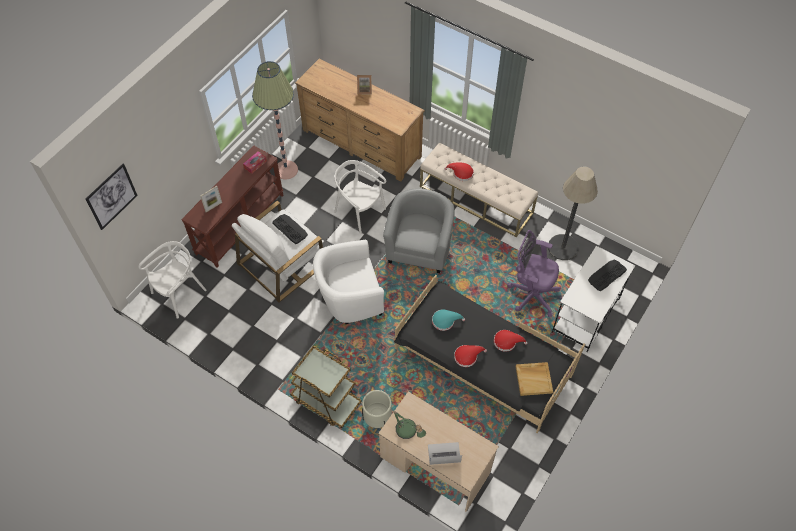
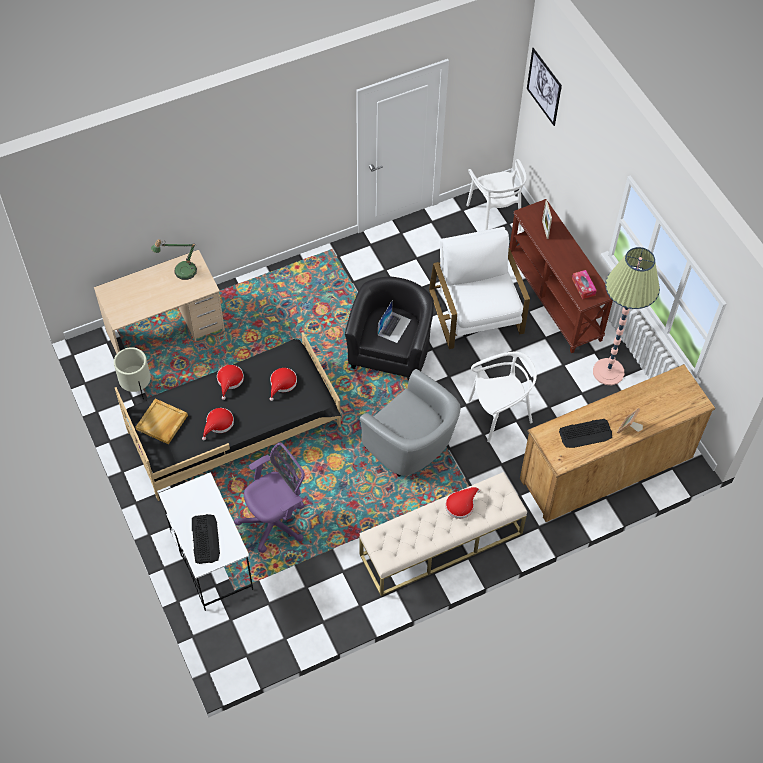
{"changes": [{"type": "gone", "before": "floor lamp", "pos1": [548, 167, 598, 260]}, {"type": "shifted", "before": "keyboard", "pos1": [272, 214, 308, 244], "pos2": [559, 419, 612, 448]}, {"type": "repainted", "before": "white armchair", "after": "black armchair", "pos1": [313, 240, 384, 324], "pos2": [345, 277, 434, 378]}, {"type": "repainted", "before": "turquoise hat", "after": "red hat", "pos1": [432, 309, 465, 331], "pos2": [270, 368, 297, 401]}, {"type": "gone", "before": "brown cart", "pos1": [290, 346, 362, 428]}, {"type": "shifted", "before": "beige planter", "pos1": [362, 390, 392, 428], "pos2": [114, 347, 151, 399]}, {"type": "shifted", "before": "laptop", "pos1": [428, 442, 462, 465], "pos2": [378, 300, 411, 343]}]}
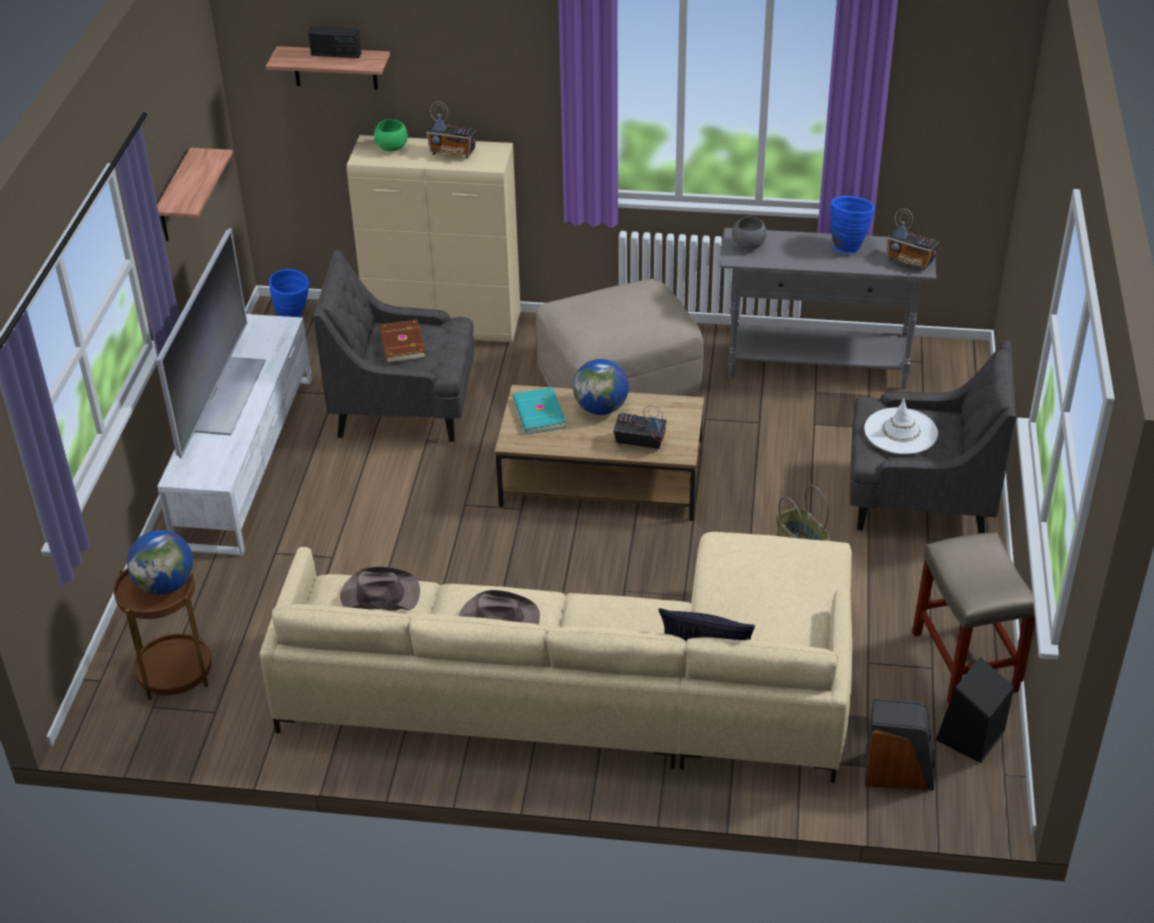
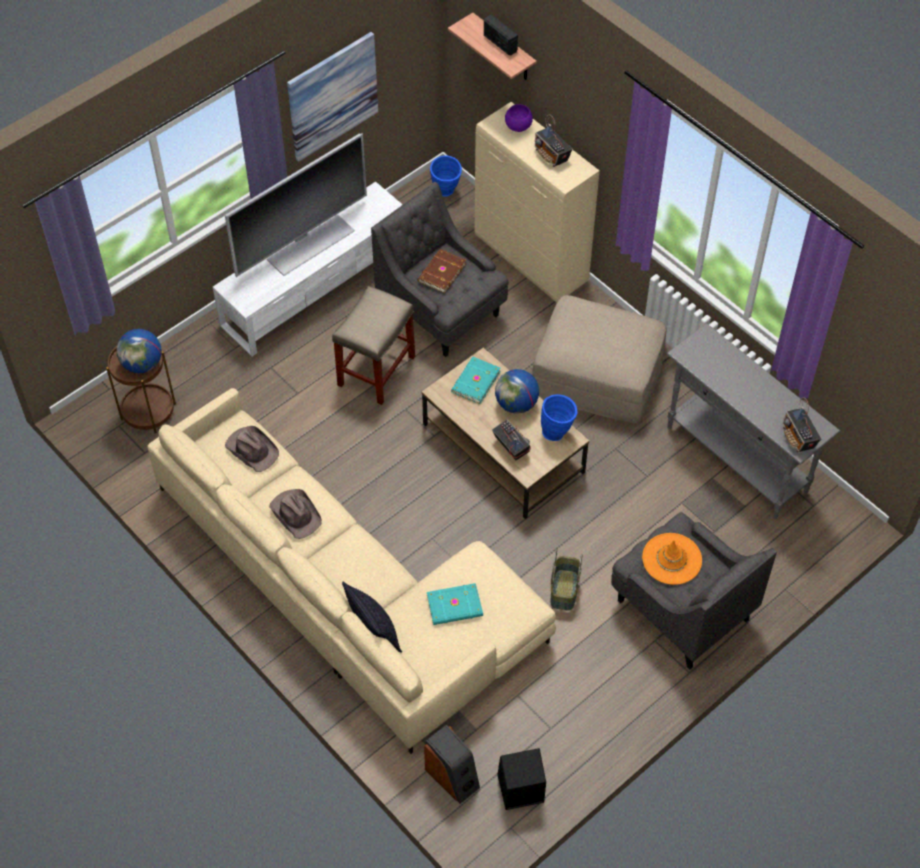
{"changes": [{"type": "repainted", "before": "green bowl", "after": "purple bowl", "pos1": [374, 119, 408, 151], "pos2": [505, 104, 533, 132]}, {"type": "swapped", "before": "shelf", "after": "picture", "pos1": [157, 148, 232, 241], "pos2": [287, 32, 378, 162]}, {"type": "shifted", "before": "blue vase", "pos1": [831, 196, 875, 254], "pos2": [541, 395, 577, 441]}, {"type": "gone", "before": "grey bowl", "pos1": [732, 217, 767, 250]}, {"type": "repainted", "before": "white hat", "after": "orange hat", "pos1": [864, 398, 938, 454], "pos2": [642, 533, 702, 585]}, {"type": "shifted", "before": "beige stool", "pos1": [912, 532, 1035, 703], "pos2": [332, 286, 415, 405]}, {"type": "new", "after": "turquoise book", "pos2": [427, 583, 483, 625]}]}
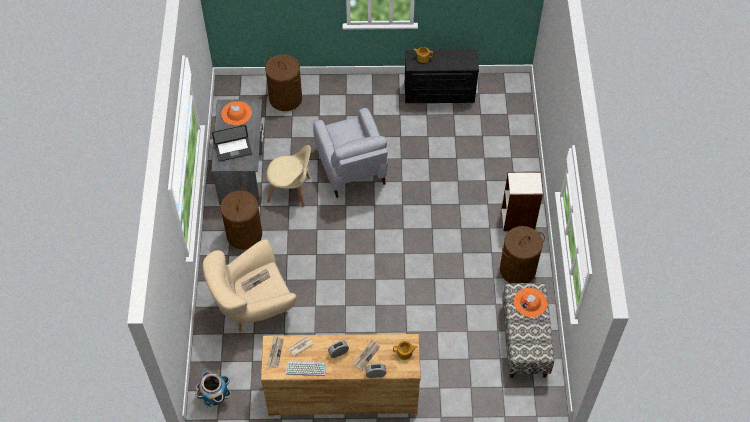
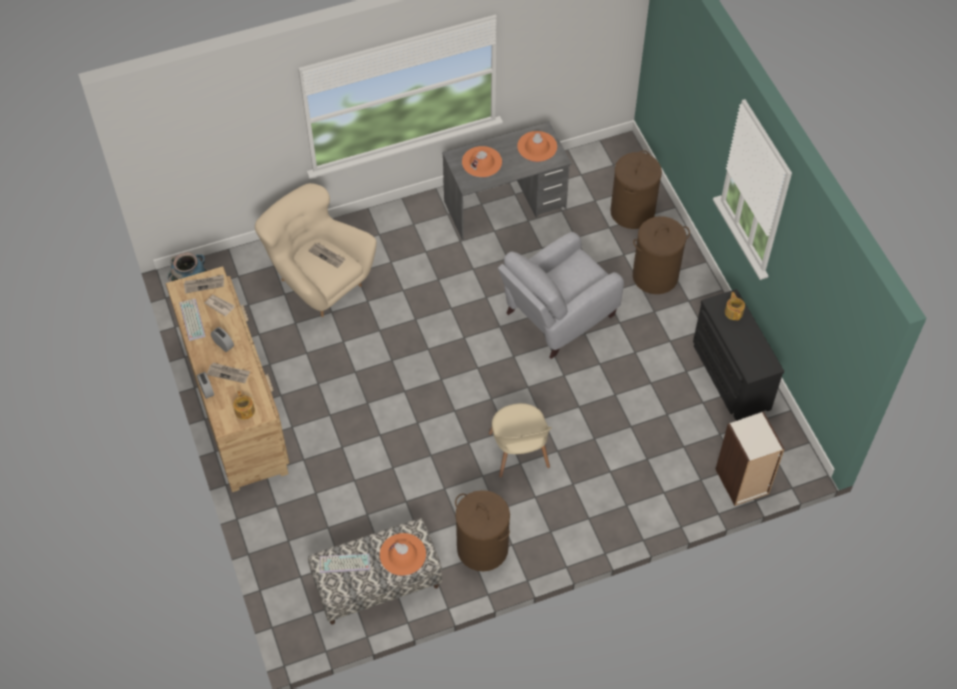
{"changes": [{"type": "swapped", "before": "laptop", "after": "orange hat", "pos1": [212, 125, 252, 162], "pos2": [462, 146, 502, 177]}, {"type": "shifted", "before": "beige chair", "pos1": [267, 145, 311, 207], "pos2": [489, 403, 552, 478]}, {"type": "shifted", "before": "bookcase", "pos1": [502, 171, 543, 231], "pos2": [715, 412, 784, 506]}, {"type": "shifted", "before": "brown laundry basket", "pos1": [220, 188, 262, 250], "pos2": [633, 216, 690, 294]}, {"type": "new", "after": "keyboard", "pos2": [320, 553, 370, 573]}]}
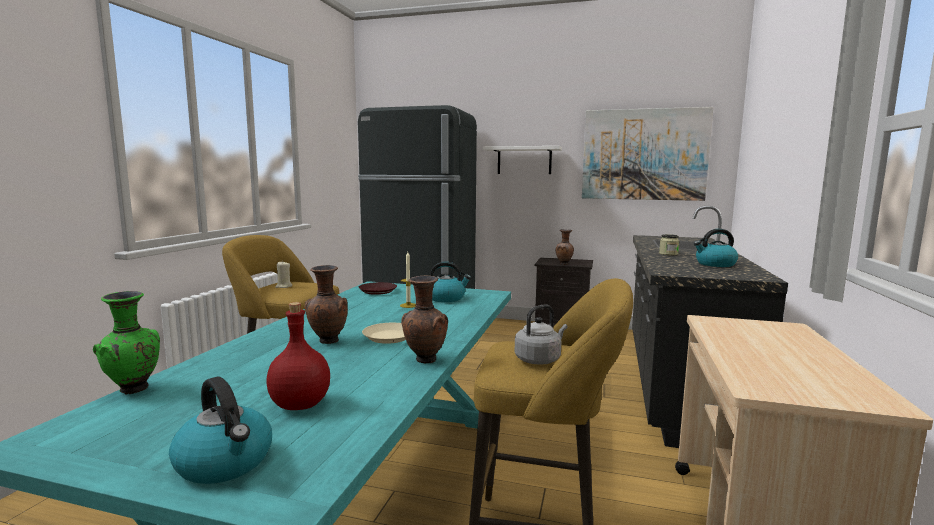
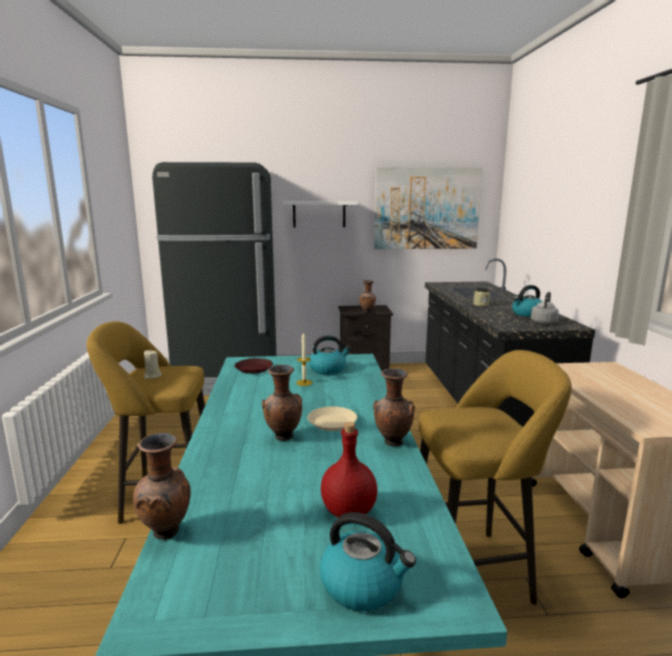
{"changes": [{"type": "repainted", "before": "green vase", "after": "brown vase", "pos1": [93, 291, 160, 395], "pos2": [133, 433, 191, 540]}, {"type": "shifted", "before": "grey kettle", "pos1": [515, 304, 567, 365], "pos2": [531, 292, 559, 324]}]}
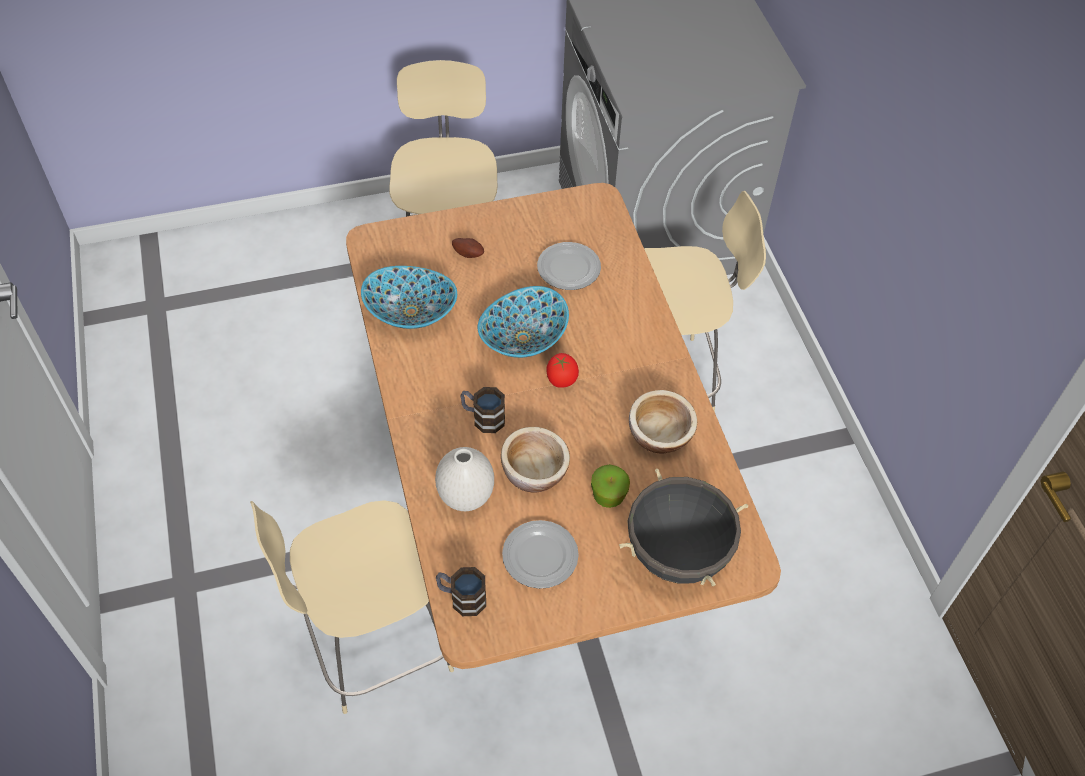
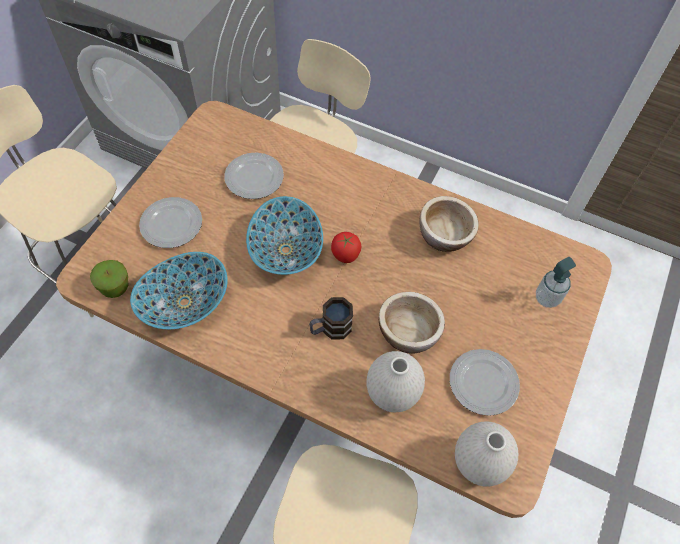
{"changes": [{"type": "swapped", "before": "potato", "after": "plate", "pos1": [452, 238, 484, 258], "pos2": [139, 197, 202, 248]}, {"type": "shifted", "before": "apple", "pos1": [591, 464, 630, 508], "pos2": [90, 260, 129, 298]}, {"type": "swapped", "before": "black cooking pot", "after": "soap dispenser", "pos1": [619, 469, 748, 586], "pos2": [536, 257, 576, 308]}, {"type": "swapped", "before": "mug", "after": "white vase", "pos1": [436, 567, 486, 616], "pos2": [455, 421, 518, 487]}]}
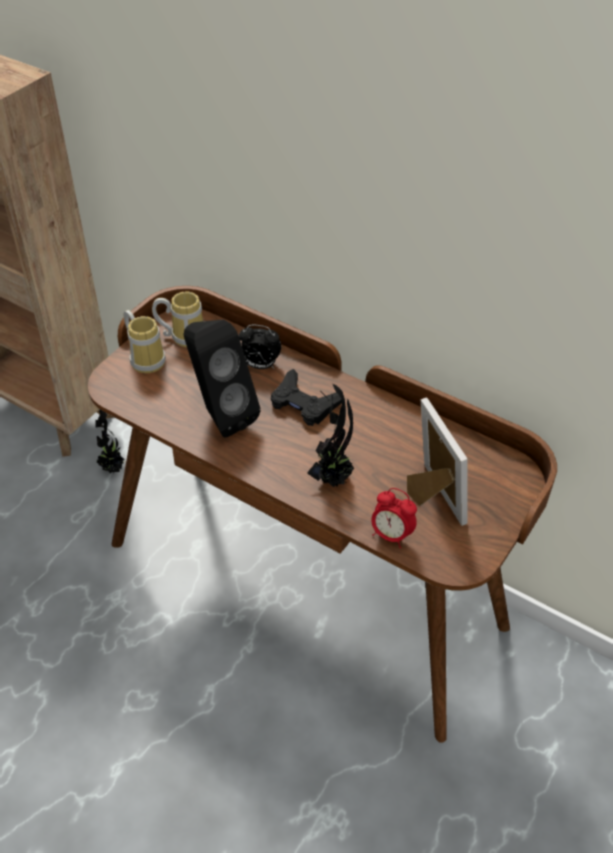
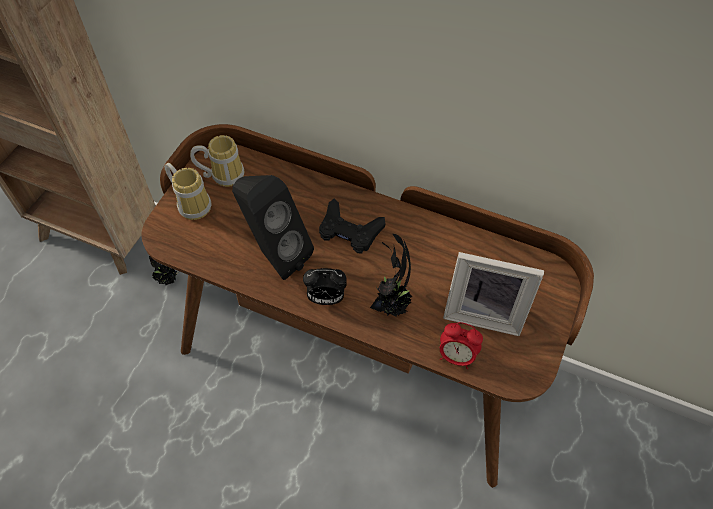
{"changes": [{"type": "shifted", "before": "alarm clock", "pos1": [239, 325, 281, 369], "pos2": [303, 268, 347, 305]}, {"type": "rotated", "before": "picture frame", "pos1": [407, 398, 468, 526], "pos2": [443, 252, 544, 336], "turn": 135}]}
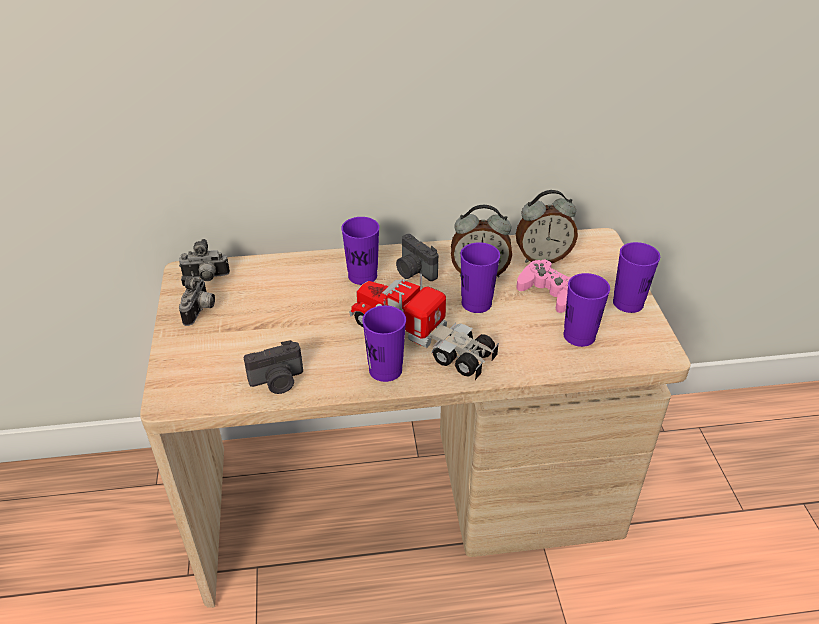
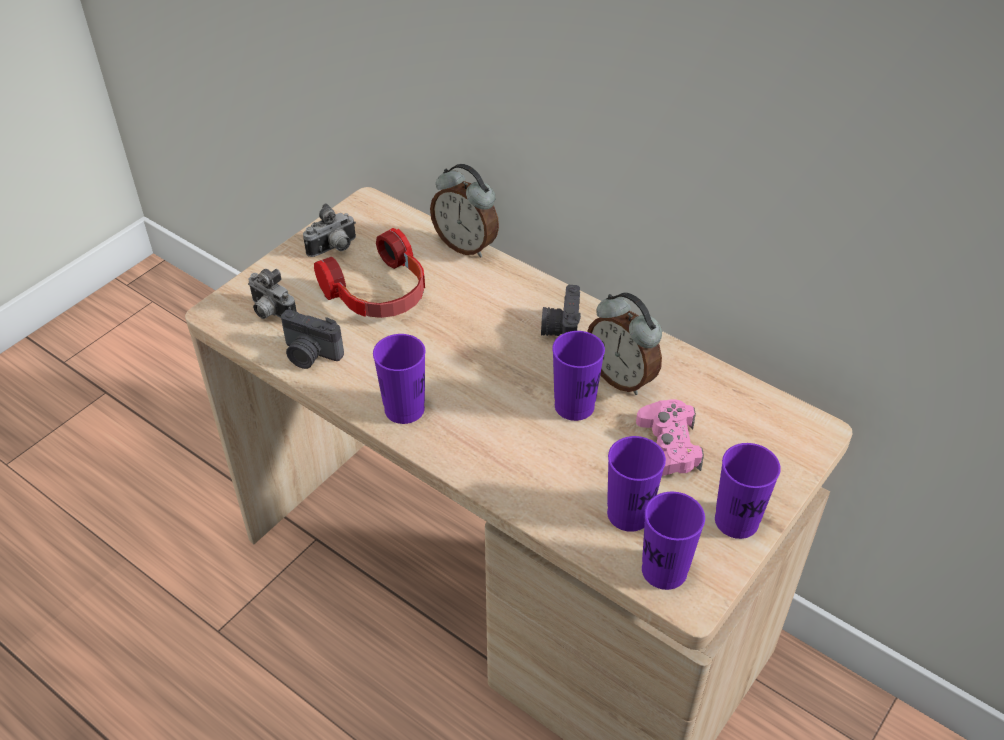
{"changes": [{"type": "shifted", "before": "alarm clock", "pos1": [516, 190, 578, 263], "pos2": [430, 164, 499, 258]}, {"type": "shifted", "before": "purple cup", "pos1": [341, 217, 379, 285], "pos2": [642, 492, 705, 590]}, {"type": "shifted", "before": "photo camera", "pos1": [179, 239, 230, 281], "pos2": [248, 269, 297, 319]}, {"type": "gone", "before": "toy truck", "pos1": [349, 273, 499, 380]}, {"type": "new", "after": "headphones", "pos2": [314, 228, 425, 318]}]}
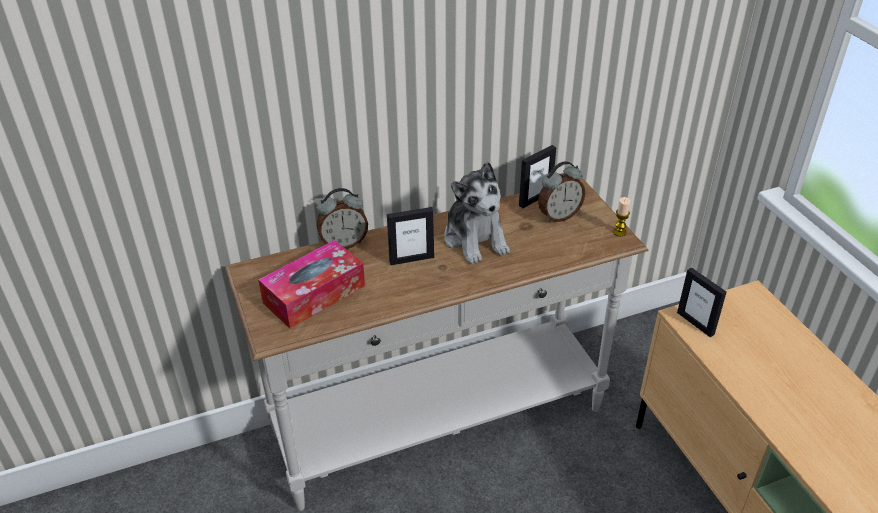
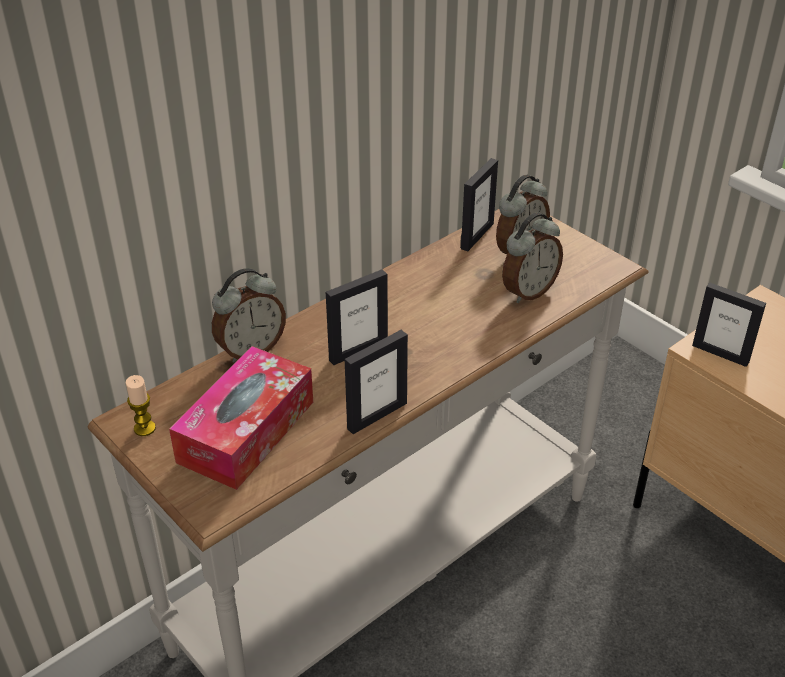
{"changes": [{"type": "gone", "before": "plush toy", "pos1": [444, 162, 510, 264]}, {"type": "shifted", "before": "candle", "pos1": [613, 197, 630, 236], "pos2": [126, 375, 156, 436]}, {"type": "new", "after": "alarm clock", "pos2": [502, 212, 563, 303]}, {"type": "new", "after": "picture frame", "pos2": [345, 330, 408, 434]}]}
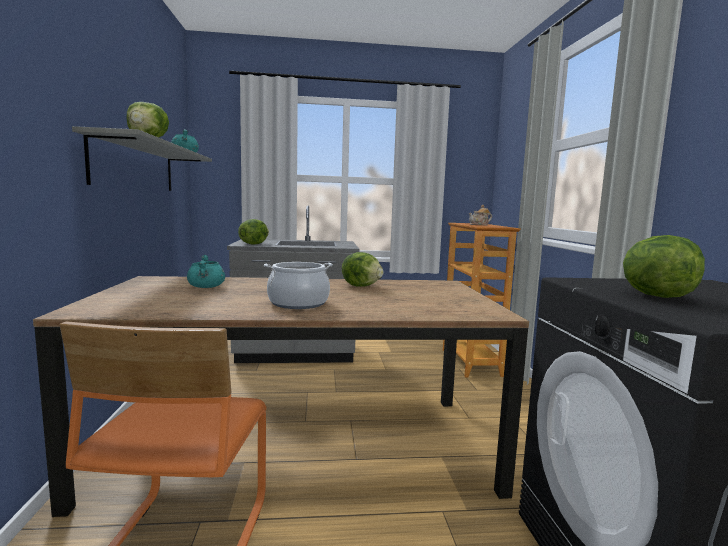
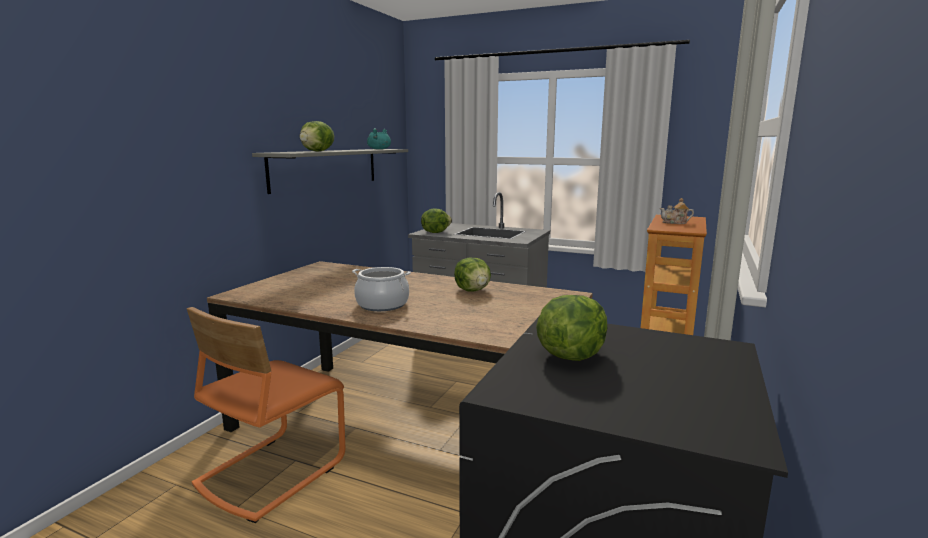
{"changes": [{"type": "gone", "before": "turquoise cooking pot", "pos1": [187, 255, 225, 288]}]}
